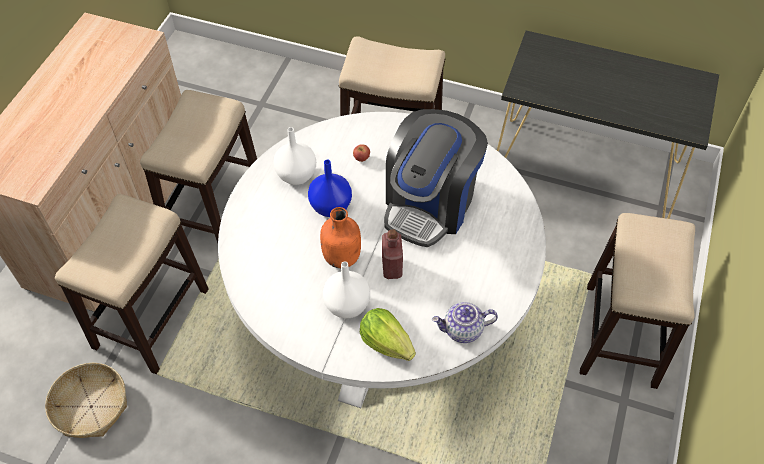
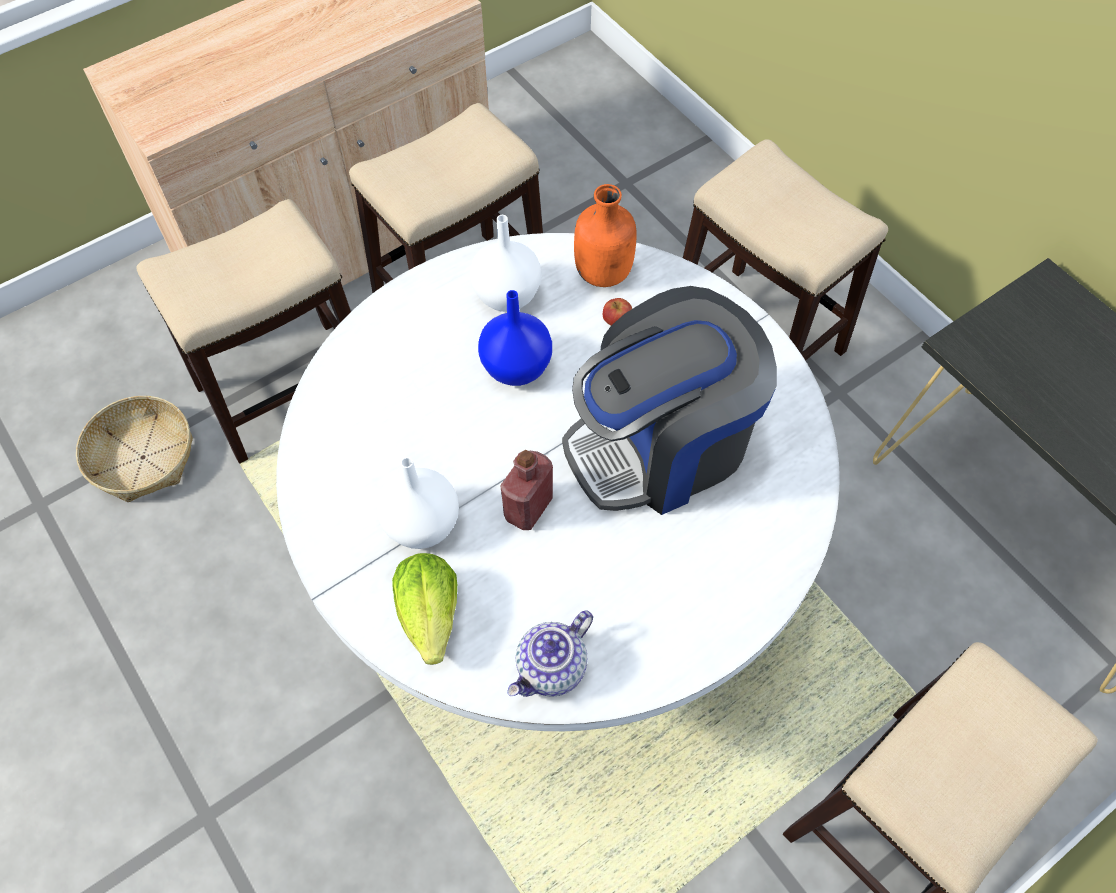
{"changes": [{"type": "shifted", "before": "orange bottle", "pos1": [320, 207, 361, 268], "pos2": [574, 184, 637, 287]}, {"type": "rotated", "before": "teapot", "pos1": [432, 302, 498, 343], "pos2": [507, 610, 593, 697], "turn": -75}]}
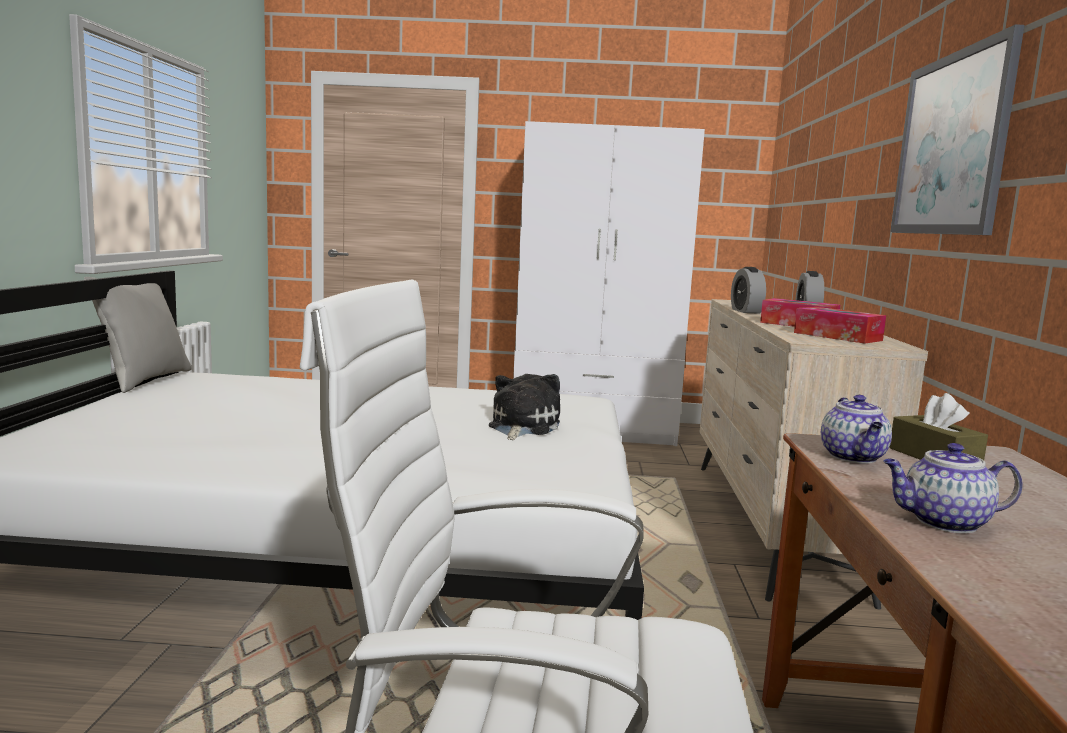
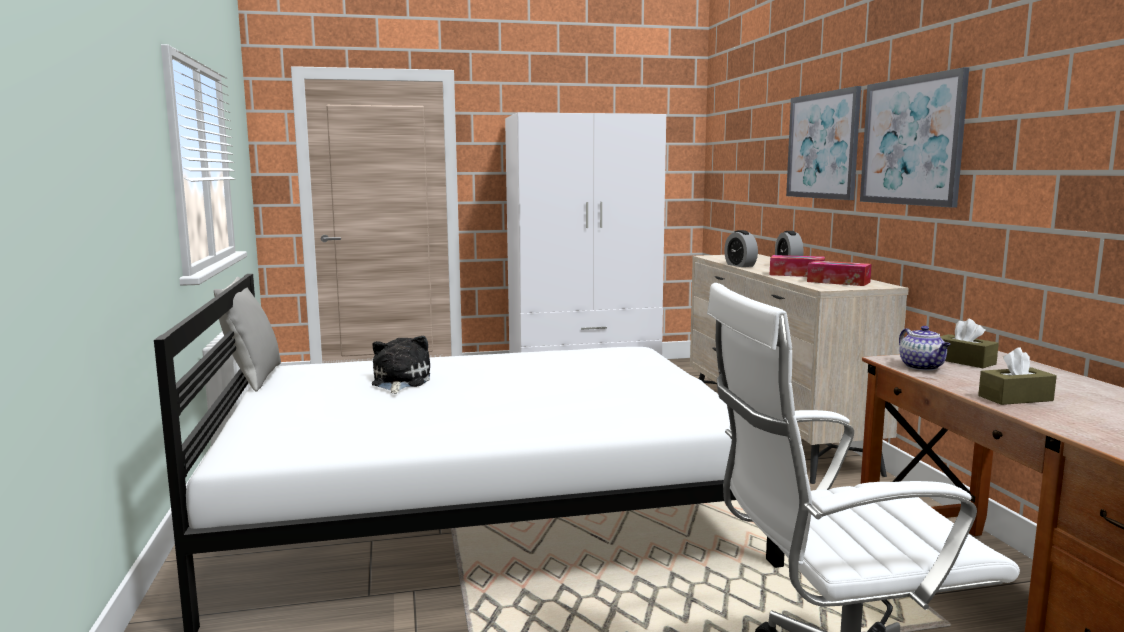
{"changes": [{"type": "shifted", "before": "plush toy", "pos1": [489, 374, 560, 440], "pos2": [372, 336, 430, 394]}, {"type": "swapped", "before": "teapot", "after": "brown tissue box", "pos1": [883, 443, 1023, 533], "pos2": [978, 347, 1057, 405]}, {"type": "new", "after": "picture", "pos2": [786, 86, 861, 200]}]}
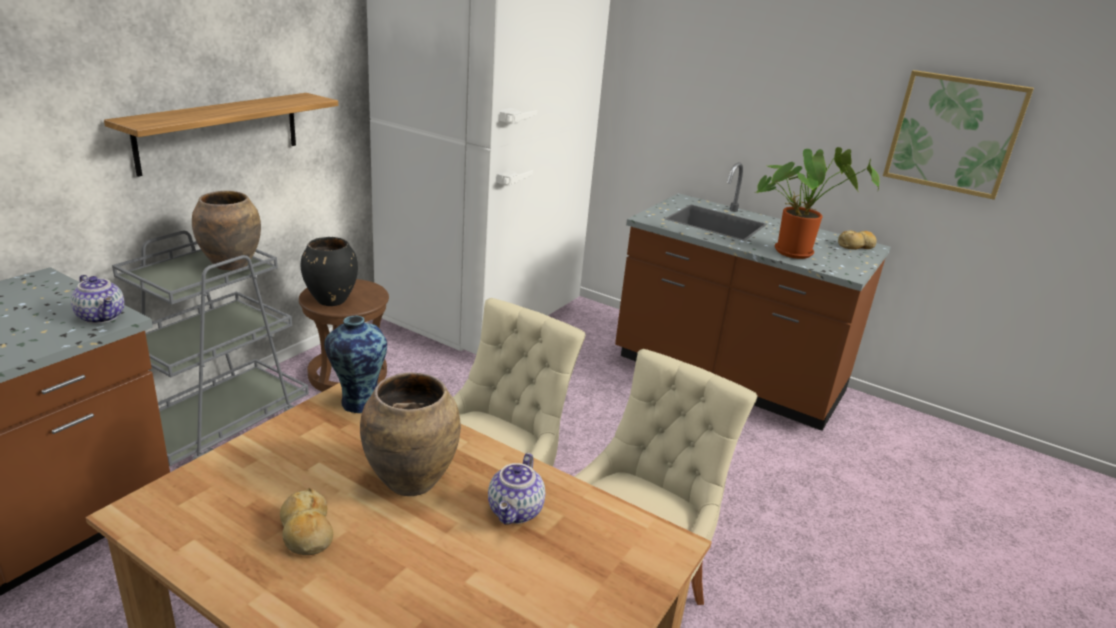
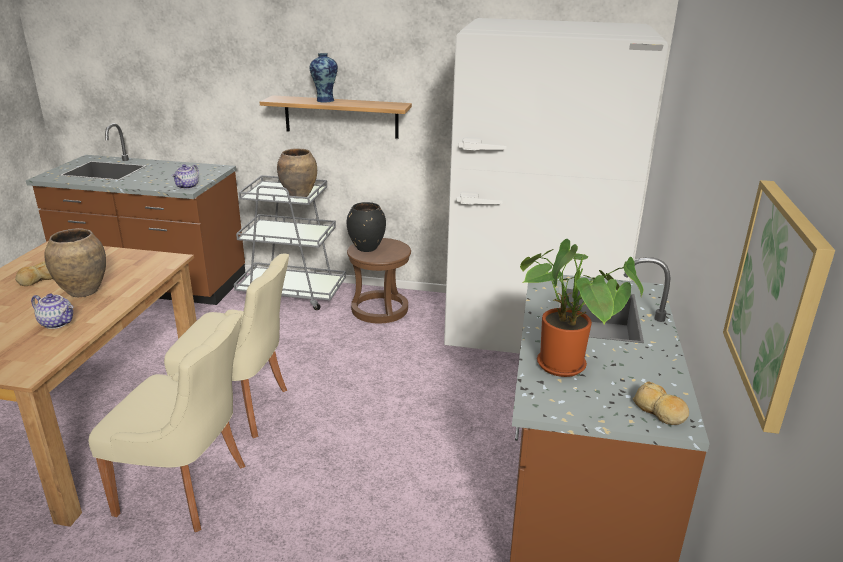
{"changes": [{"type": "shifted", "before": "vase", "pos1": [324, 316, 387, 413], "pos2": [310, 53, 338, 102]}, {"type": "rotated", "before": "teapot", "pos1": [488, 453, 545, 525], "pos2": [31, 293, 73, 329], "turn": -150}]}
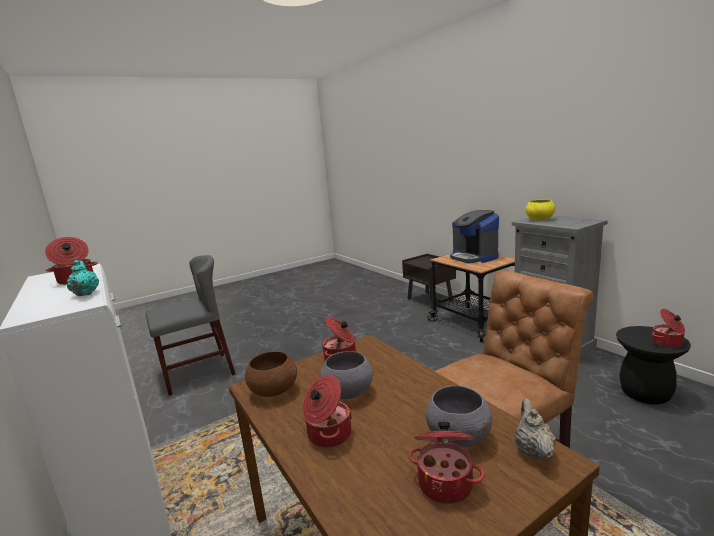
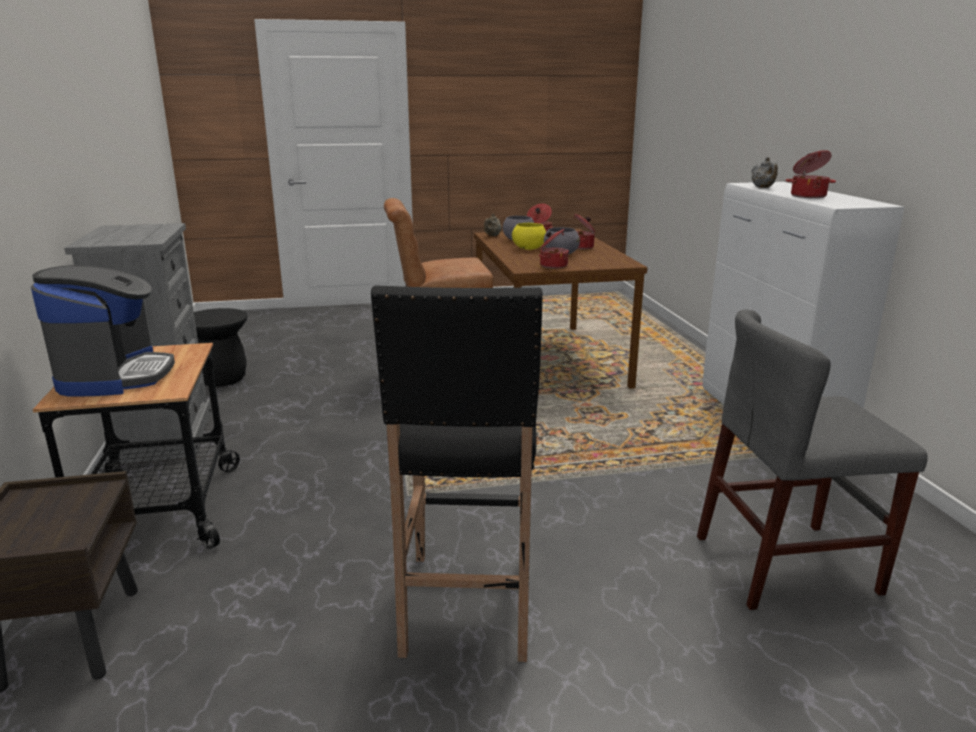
{"changes": [{"type": "shifted", "before": "yellow bowl", "pos1": [525, 200, 555, 221], "pos2": [512, 223, 546, 250]}, {"type": "repainted", "before": "turquoise teapot", "after": "grey teapot", "pos1": [67, 260, 99, 296], "pos2": [751, 157, 778, 188]}, {"type": "gone", "before": "cooking pot", "pos1": [652, 309, 685, 348]}, {"type": "gone", "before": "brown bowl", "pos1": [245, 351, 297, 397]}, {"type": "new", "after": "black stool", "pos2": [371, 285, 542, 662]}]}
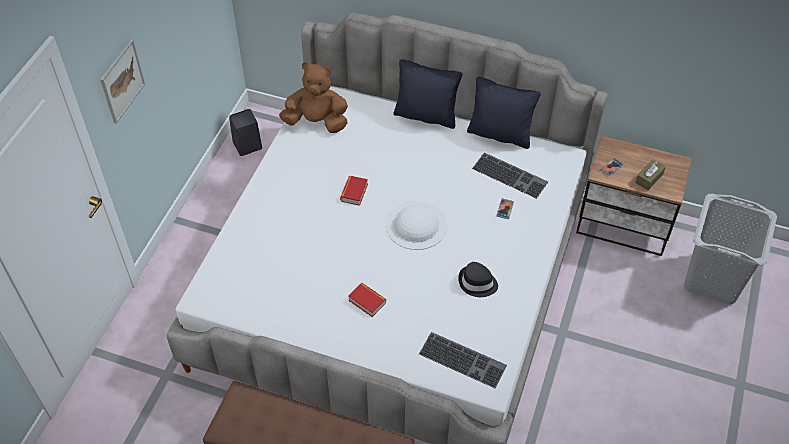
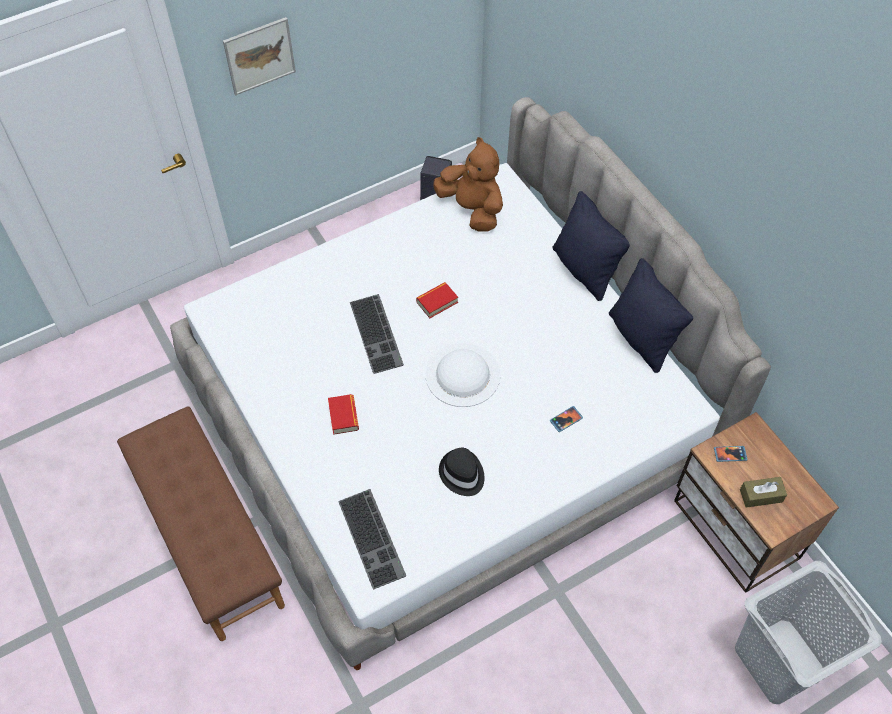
{"changes": [{"type": "shifted", "before": "keyboard", "pos1": [472, 152, 548, 199], "pos2": [350, 294, 404, 374]}]}
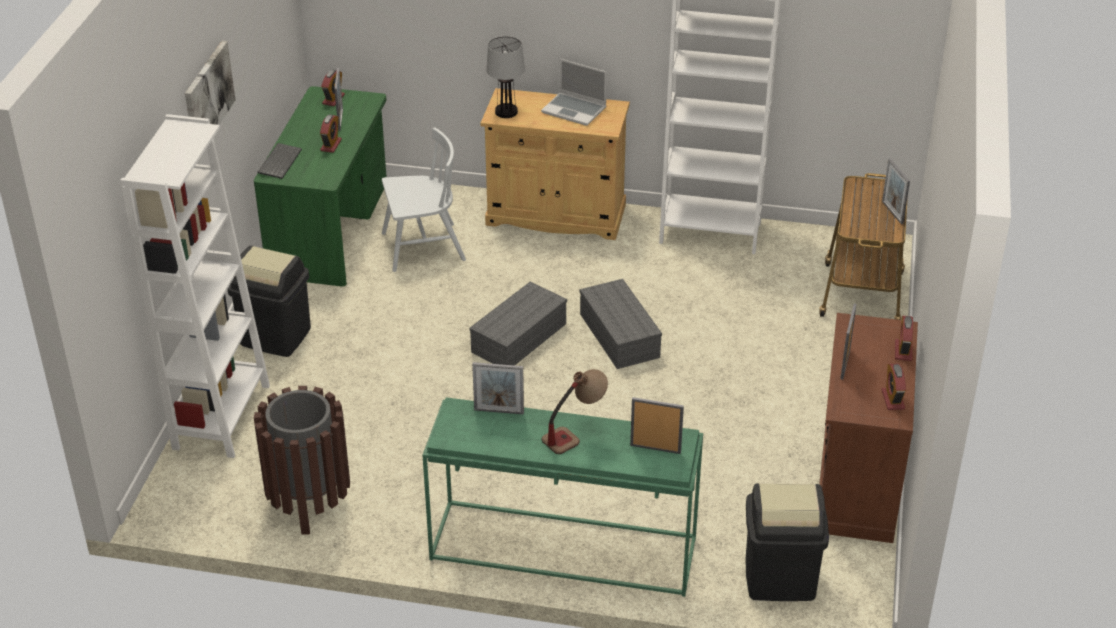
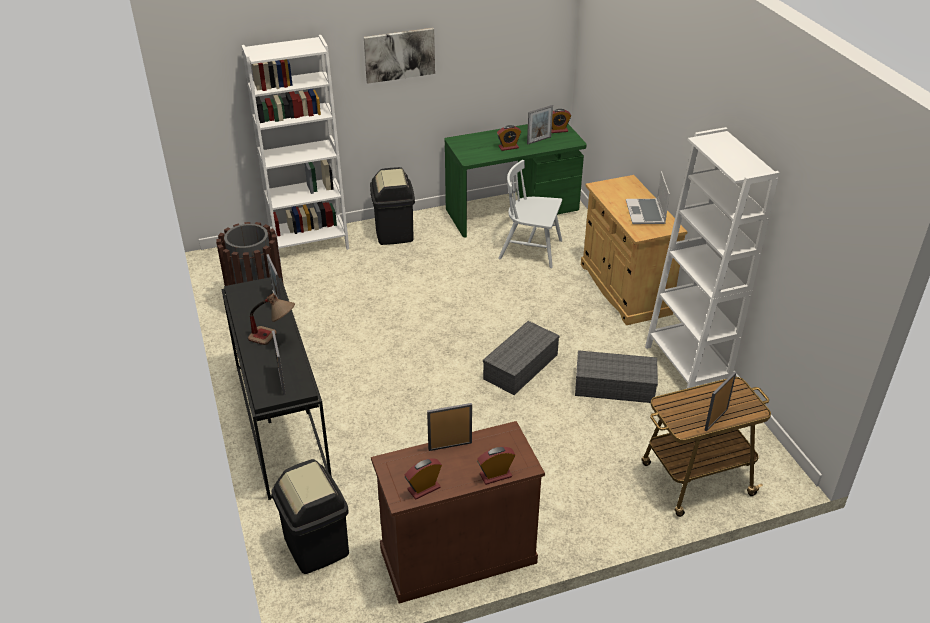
{"changes": [{"type": "gone", "before": "table lamp", "pos1": [486, 36, 525, 118]}, {"type": "rotated", "before": "white chair", "pos1": [382, 128, 466, 272], "pos2": [498, 160, 562, 268], "turn": 150}, {"type": "gone", "before": "keyboard", "pos1": [258, 143, 302, 179]}, {"type": "shifted", "before": "grey storage box", "pos1": [469, 282, 567, 366], "pos2": [575, 350, 658, 403]}, {"type": "repainted", "before": "green console table", "after": "black console table", "pos1": [422, 397, 703, 597], "pos2": [221, 276, 332, 500]}]}
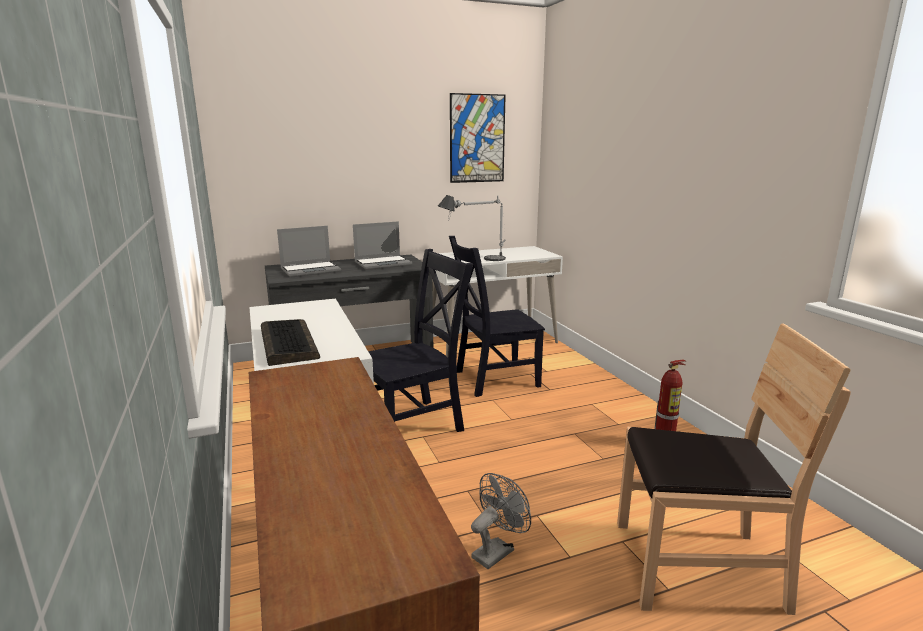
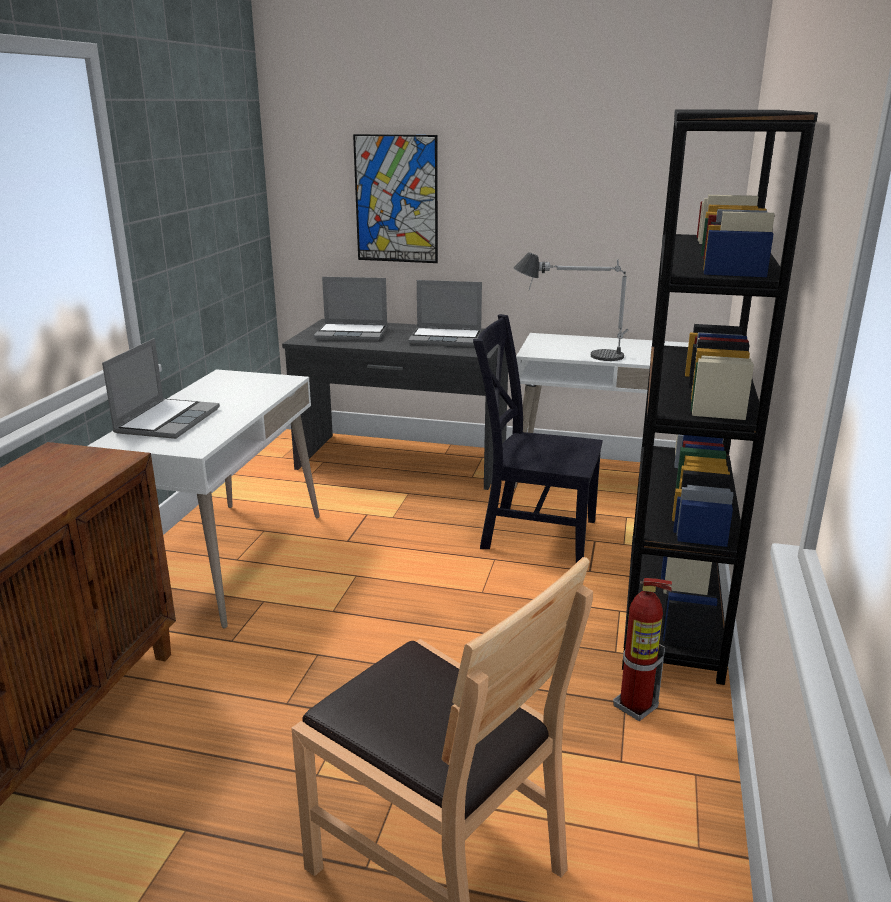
{"changes": [{"type": "shifted", "before": "picture", "pos1": [450, 93, 506, 183], "pos2": [353, 134, 438, 263]}, {"type": "gone", "before": "black chair", "pos1": [368, 249, 473, 432]}, {"type": "swapped", "before": "keyboard", "after": "laptop", "pos1": [261, 319, 320, 366], "pos2": [102, 338, 220, 439]}, {"type": "gone", "before": "grey fan", "pos1": [471, 473, 531, 569]}, {"type": "new", "after": "black bookcase", "pos2": [622, 110, 818, 685]}]}
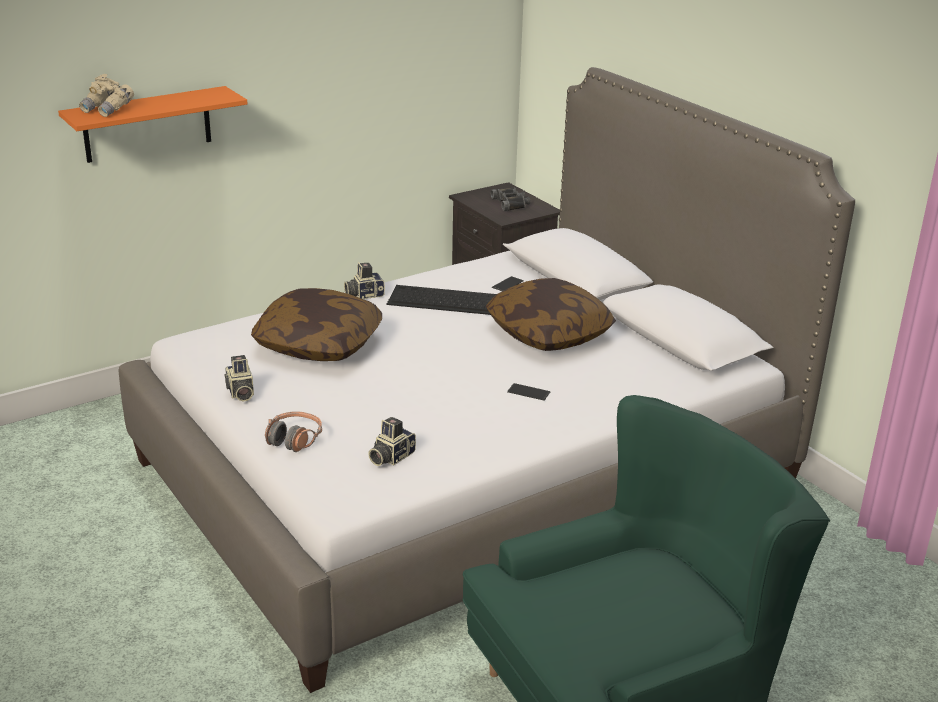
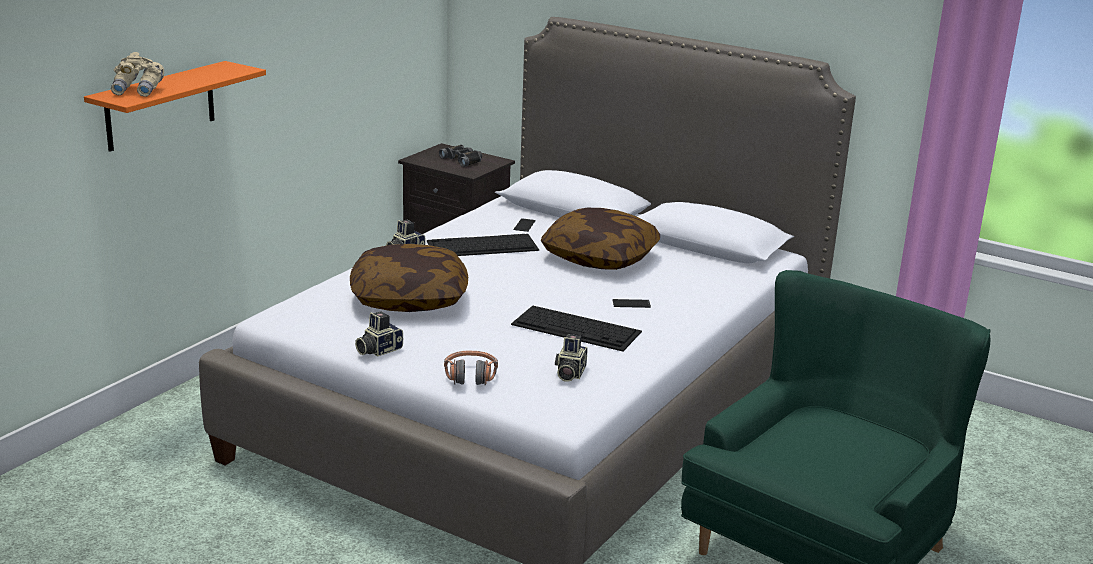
{"changes": [{"type": "rotated", "before": "photo camera", "pos1": [224, 355, 254, 402], "pos2": [355, 311, 403, 356], "turn": 90}, {"type": "new", "after": "keyboard", "pos2": [511, 306, 642, 351]}]}
